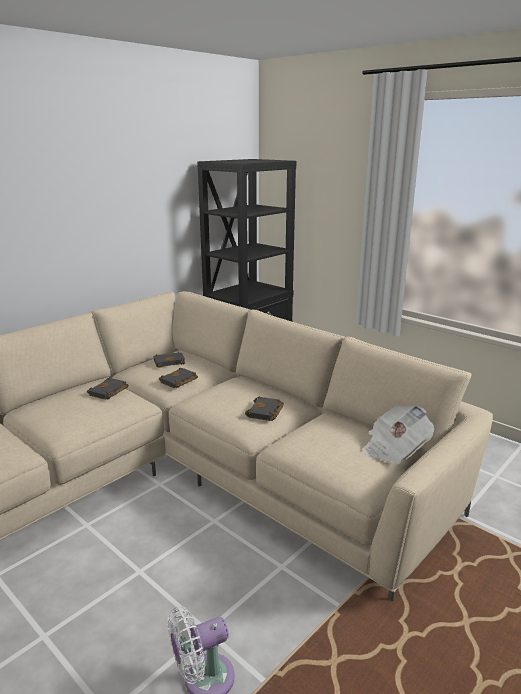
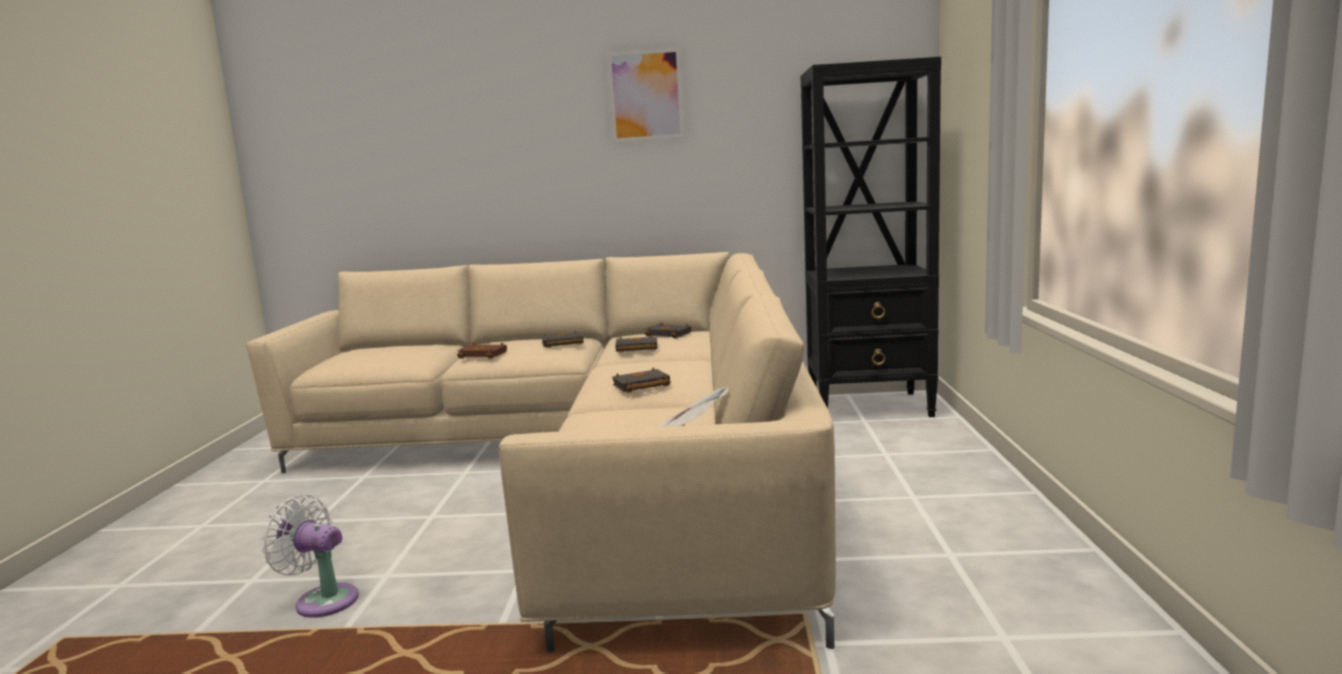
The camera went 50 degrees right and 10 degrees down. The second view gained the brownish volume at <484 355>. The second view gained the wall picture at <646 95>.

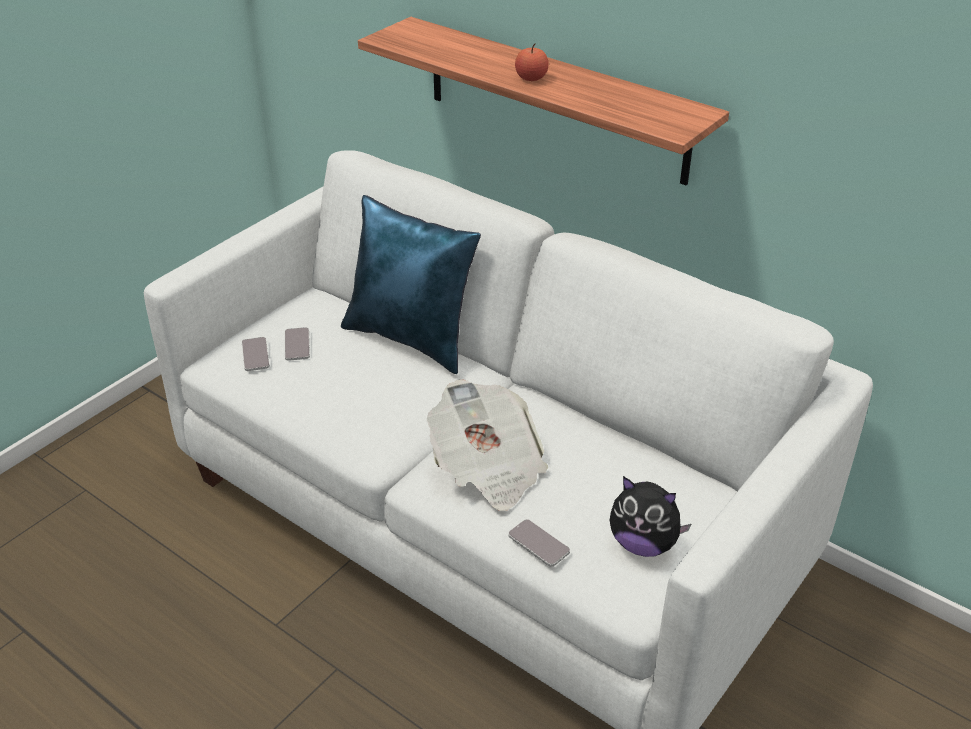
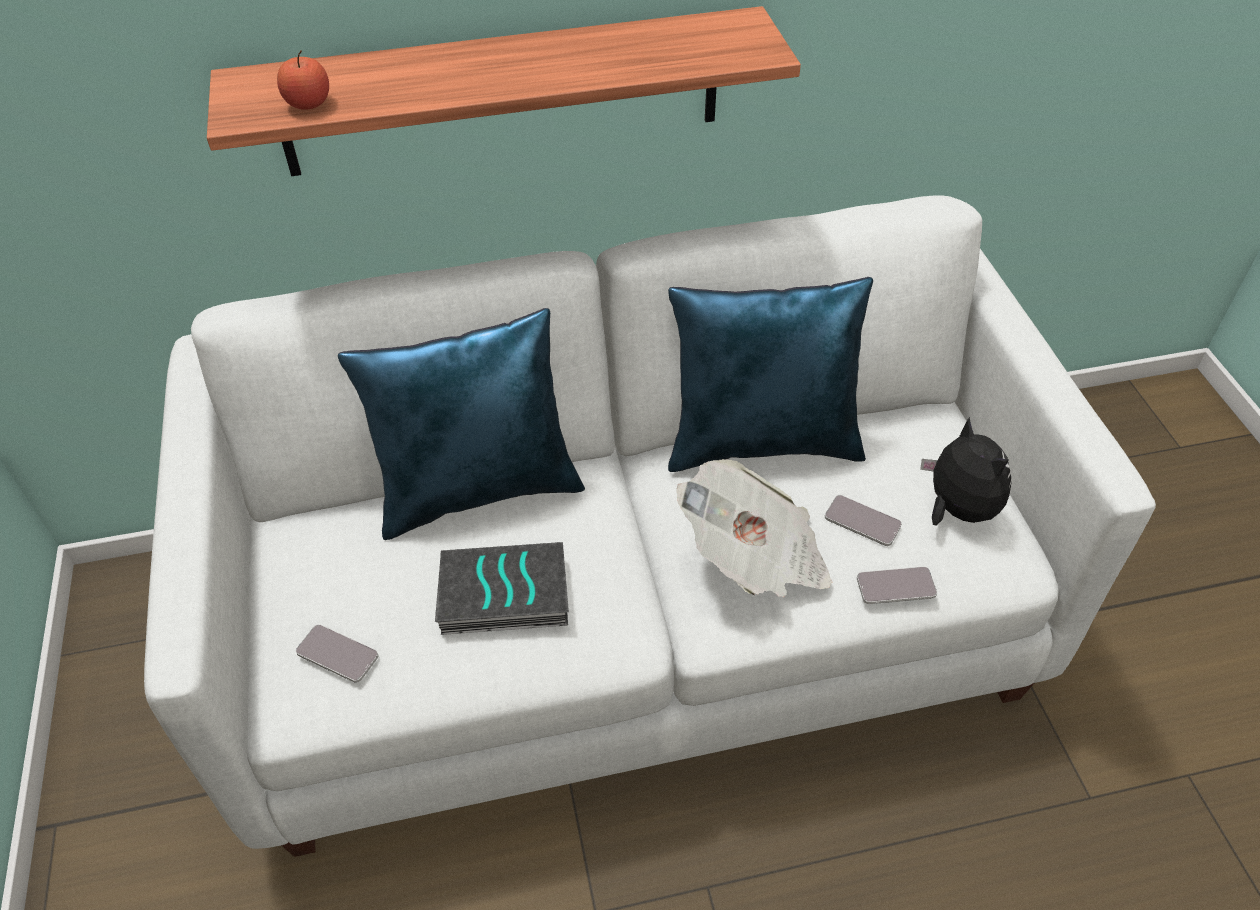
The camera went 50 degrees left and 10 degrees up. The whole apple ended up elsewhere, having gone from <531 78> to <308 103>. The second view gained the volume at <502 597>. The second view gained the blue-coloured throw pillow at <762 442>. The telephone ended up elsewhere, having gone from <297 345> to <862 521>. The soft toy at <643 544> ended up facing another way, 90 degrees counterclockwise from before.

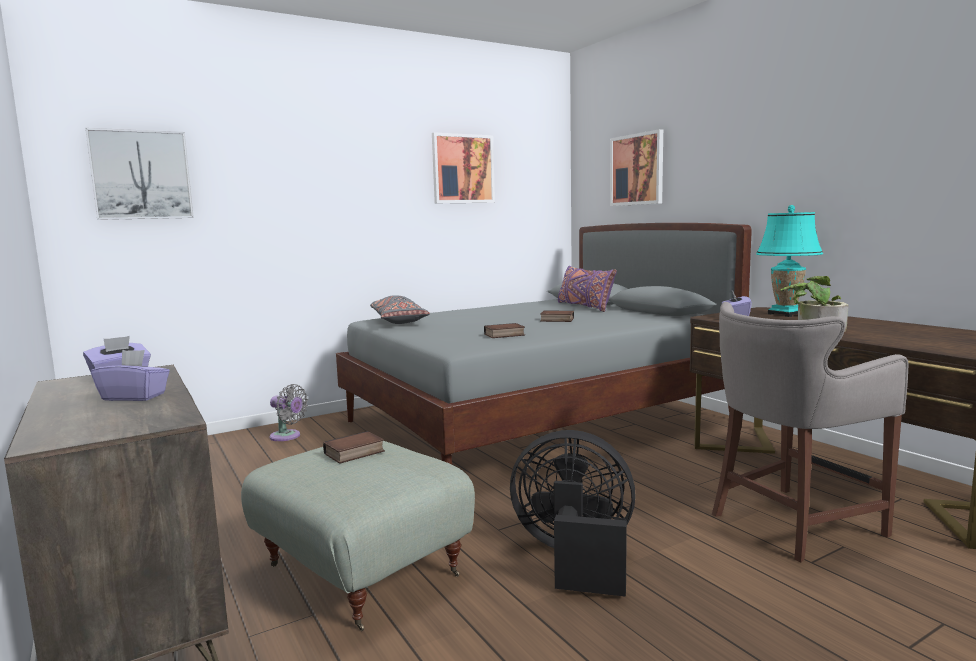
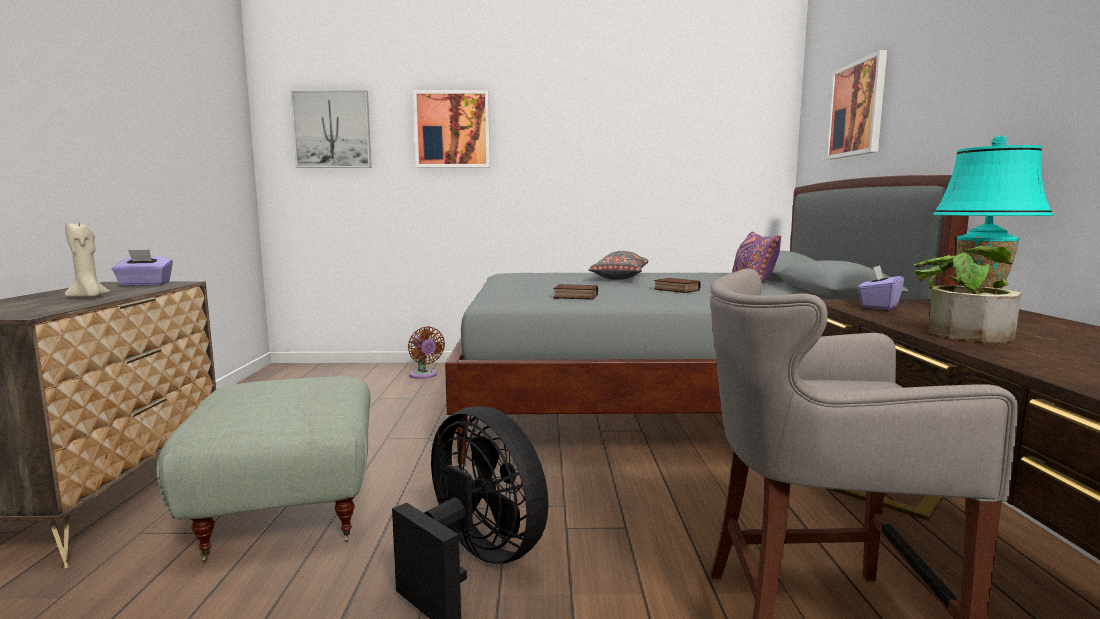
The camera went 30 degrees right and 0 degrees up. Where the purple-coloured tissue box stood at <134 397>, the beige wax candle came to stand at <89 297>. What was the gray electric fan at <287 436> turned into the brownish electric fan at <424 375>. The wall picture ended up elsewhere, having gone from <463 169> to <452 129>. The gray throw pillow ended up elsewhere, having gone from <398 321> to <620 277>. The second view lost the volume at <354 453>.

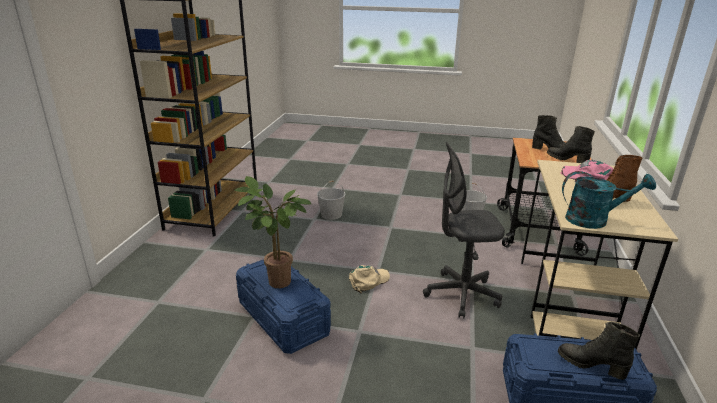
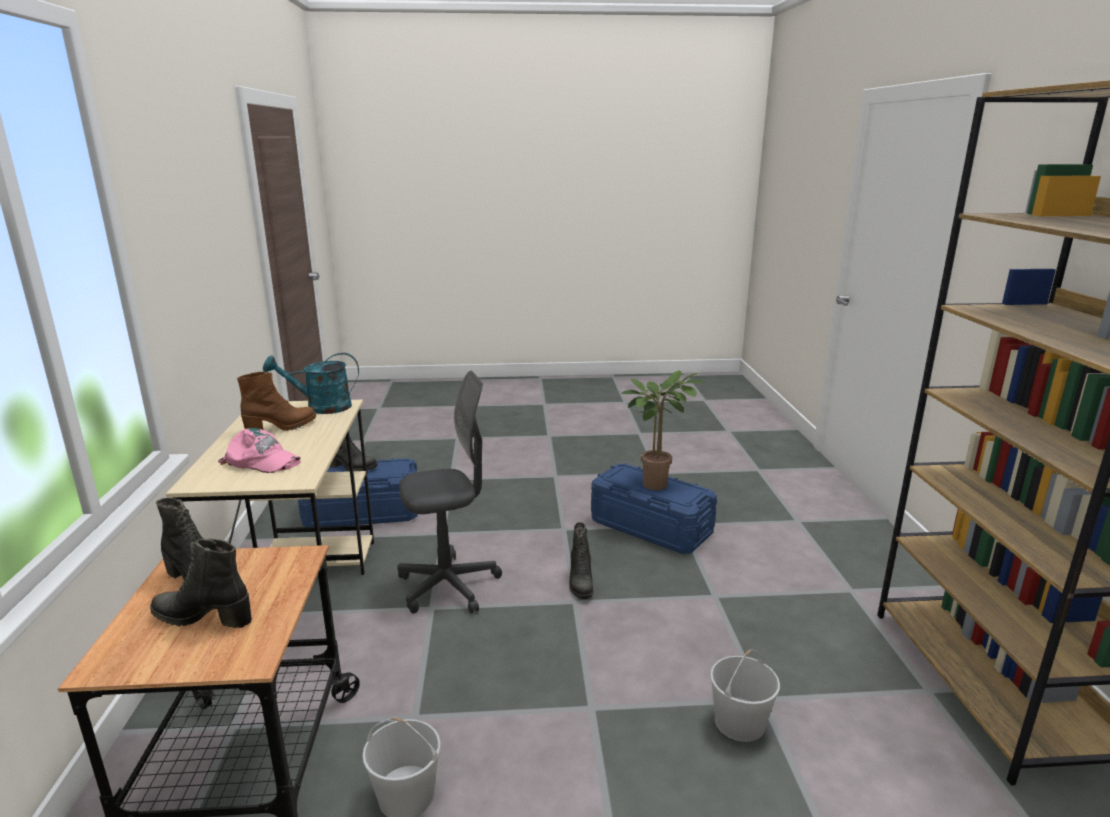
The camera went 165 degrees right and 5 degrees down. Where the beige cap stood at <369 281>, the black-coloured tall boot came to stand at <580 583>.

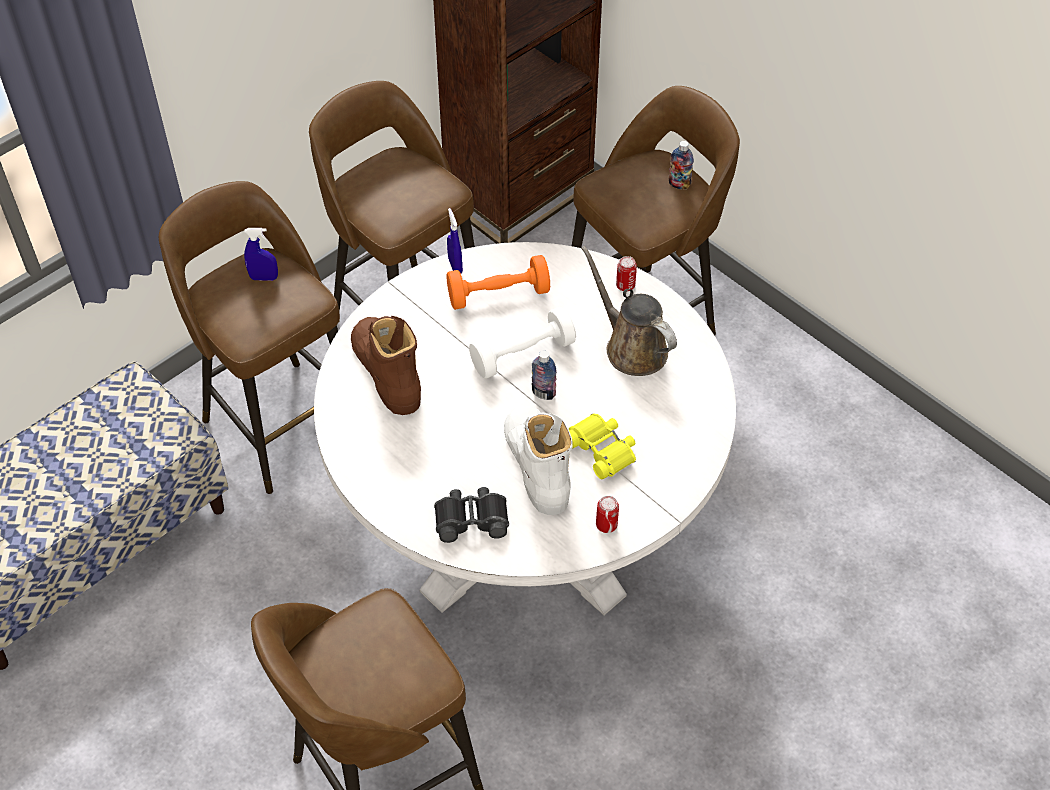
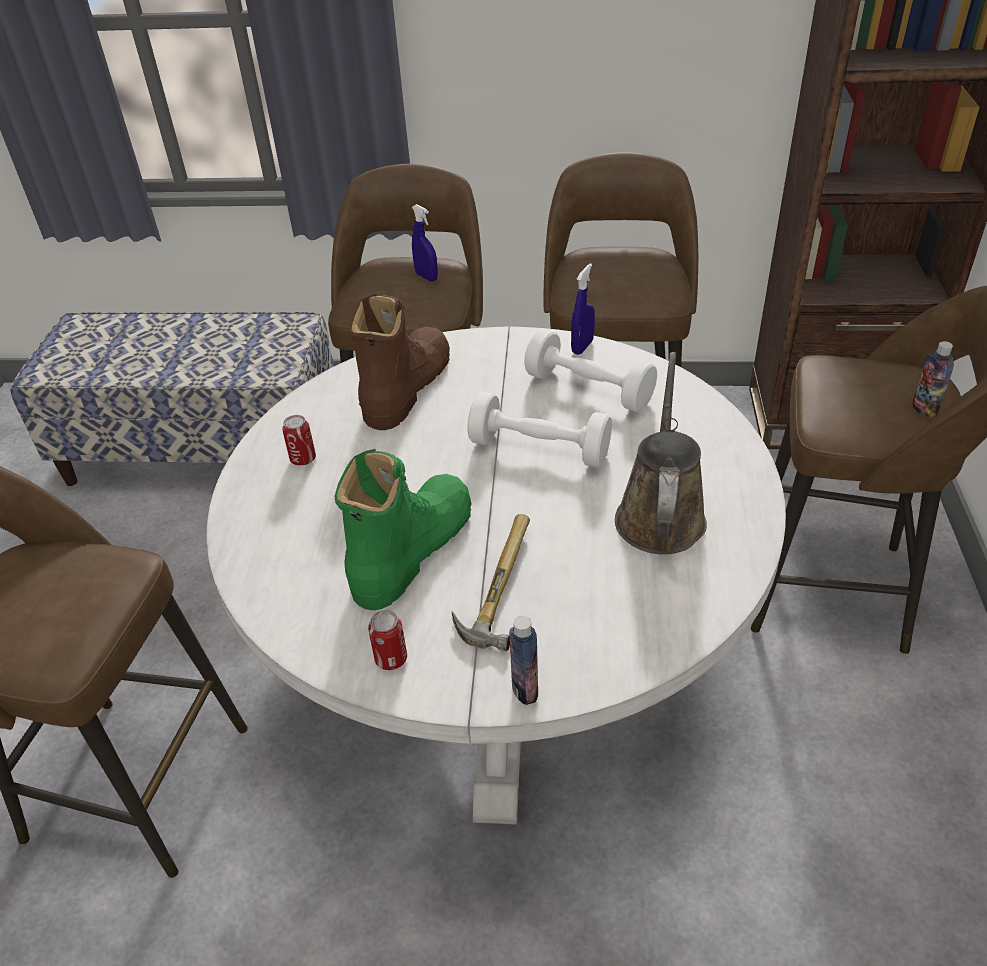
The camera went 50 degrees right and 10 degrees down. The metal can ended up elsewhere, having gone from <625 285> to <303 459>. What was the white-coloured tall boot at <537 465> turned into the greenish tall boot at <411 549>. Where the yellow field glasses stood at <602 449>, the tool hammer came to stand at <493 584>. The drink bottle ended up elsewhere, having gone from <543 393> to <525 689>. What was the orangey dumbbell at <498 295> turned into the white-coloured dumbbell at <589 389>. The second view lost the black-coloured field glasses at <471 519>.

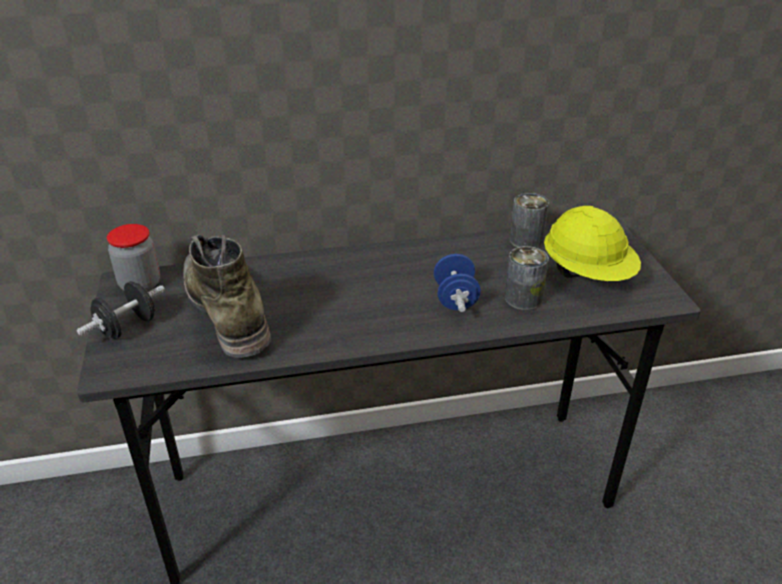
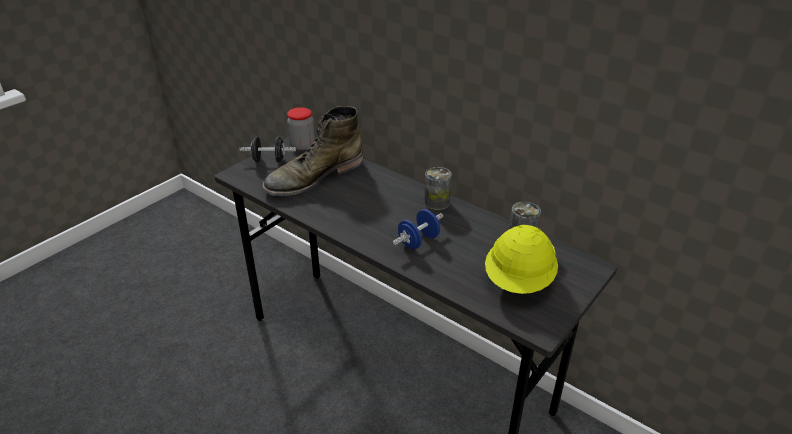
The camera went 50 degrees right and 0 degrees up. The greenish tall boot at <226 309> ended up facing another way, 150 degrees counterclockwise from before. The metal can ended up elsewhere, having gone from <523 298> to <437 202>.

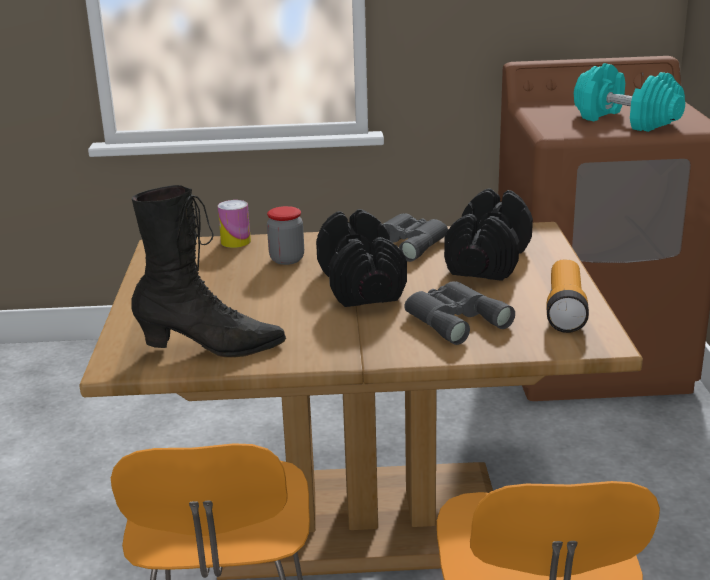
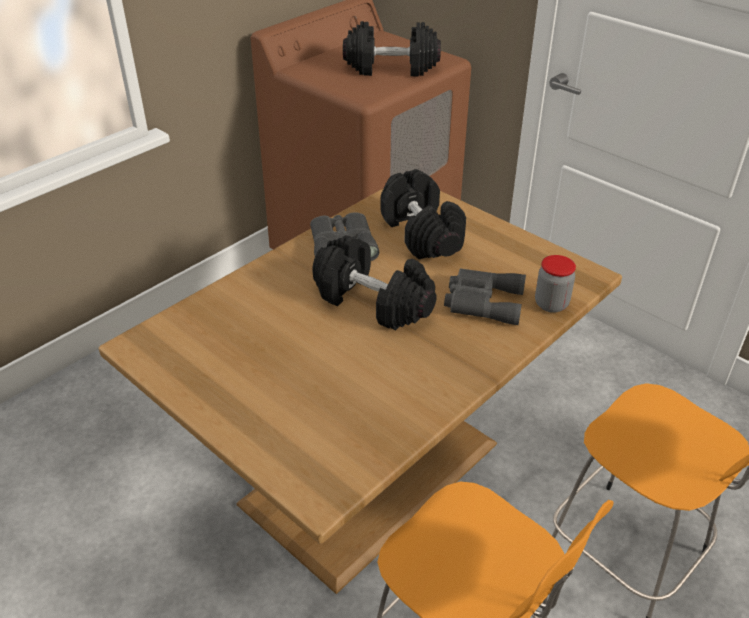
The camera went 45 degrees left and 15 degrees up. What was the turquoise dumbbell at <625 121> turned into the black-coloured dumbbell at <391 68>. The preserve jar ended up elsewhere, having gone from <287 259> to <551 304>. The second view lost the black-coloured tall boot at <211 348>. The second view lost the metal can at <235 242>. The second view lost the flashlight at <565 310>.

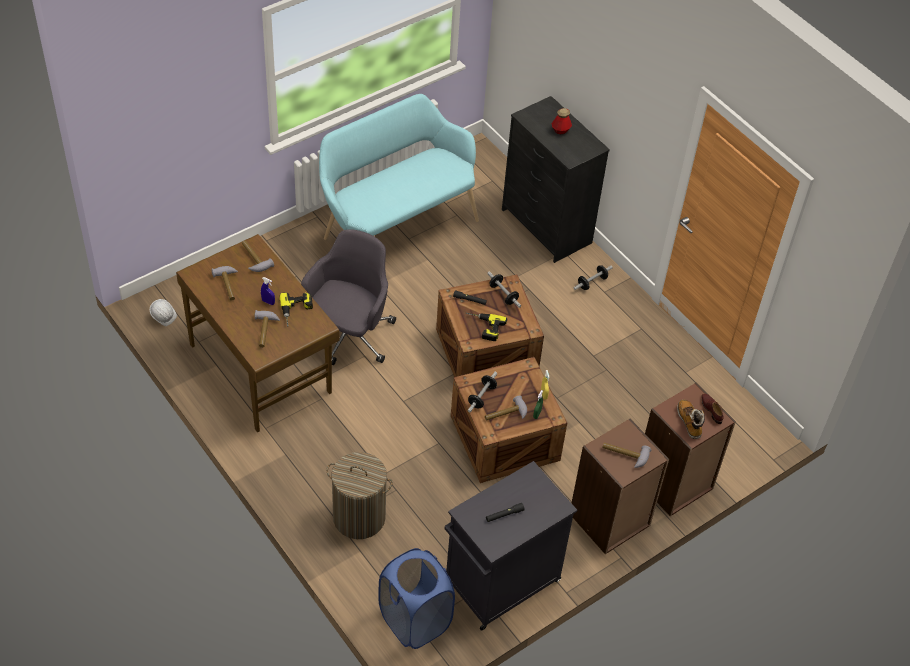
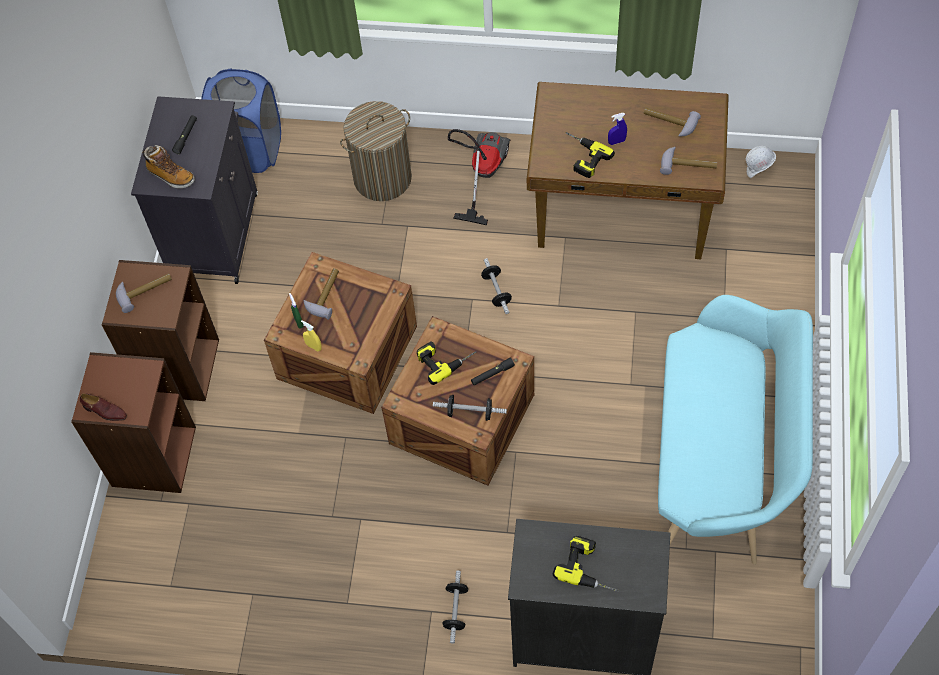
The camera went 140 degrees right and 10 degrees up. The tall boot ended up elsewhere, having gone from <689 422> to <170 176>. The second view gained the hoover at <481 174>. The dumbbell ended up elsewhere, having gone from <482 397> to <496 291>. Where the drink bottle stood at <560 130>, the power drill came to stand at <590 567>. The second view lost the tool hammer at <265 331>. The second view lost the gray computer chair at <348 336>.

